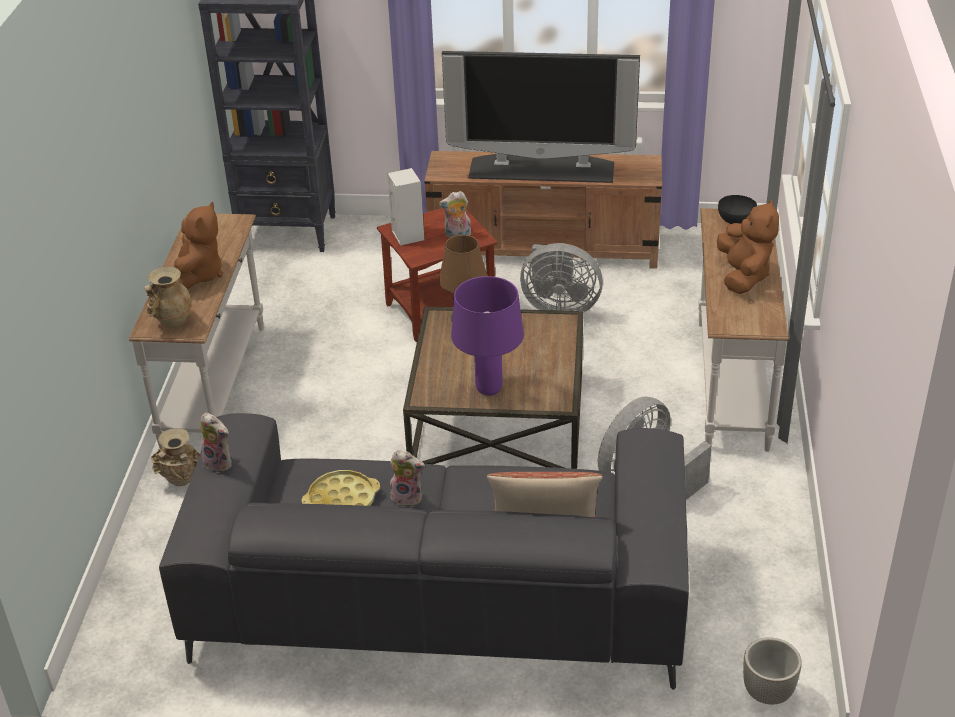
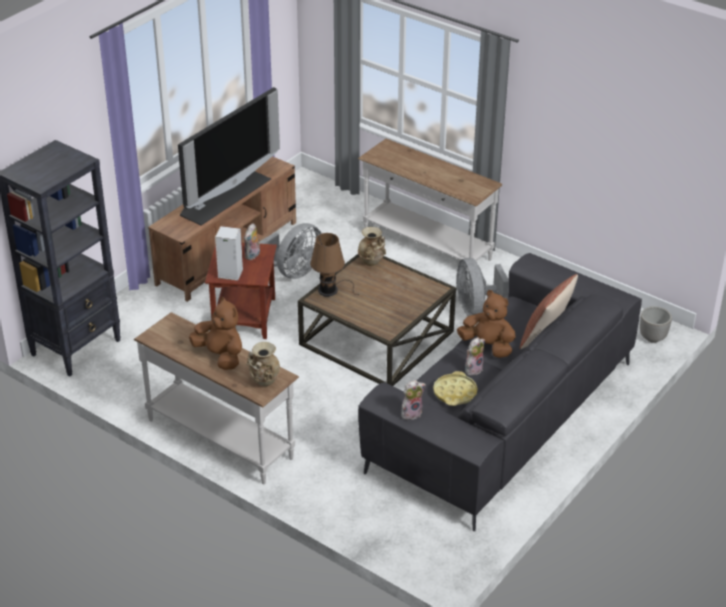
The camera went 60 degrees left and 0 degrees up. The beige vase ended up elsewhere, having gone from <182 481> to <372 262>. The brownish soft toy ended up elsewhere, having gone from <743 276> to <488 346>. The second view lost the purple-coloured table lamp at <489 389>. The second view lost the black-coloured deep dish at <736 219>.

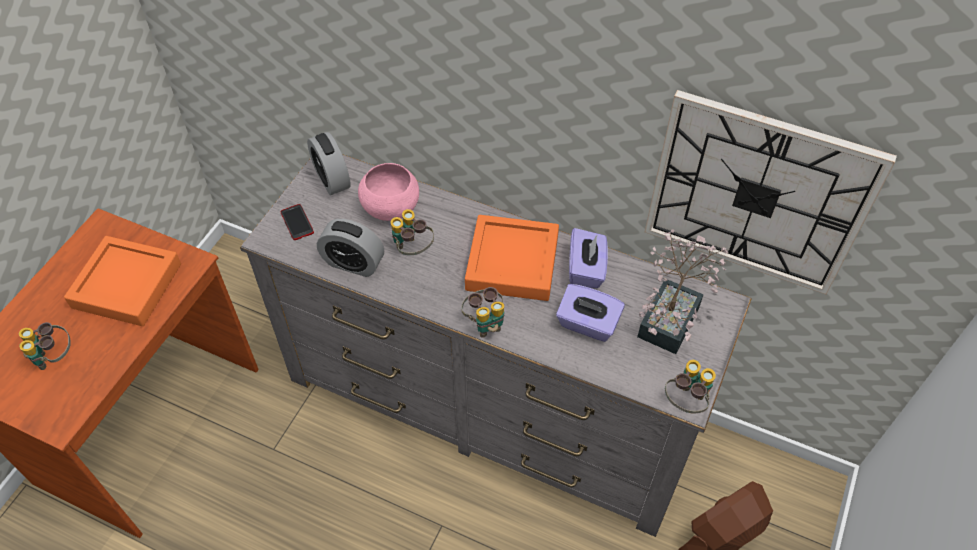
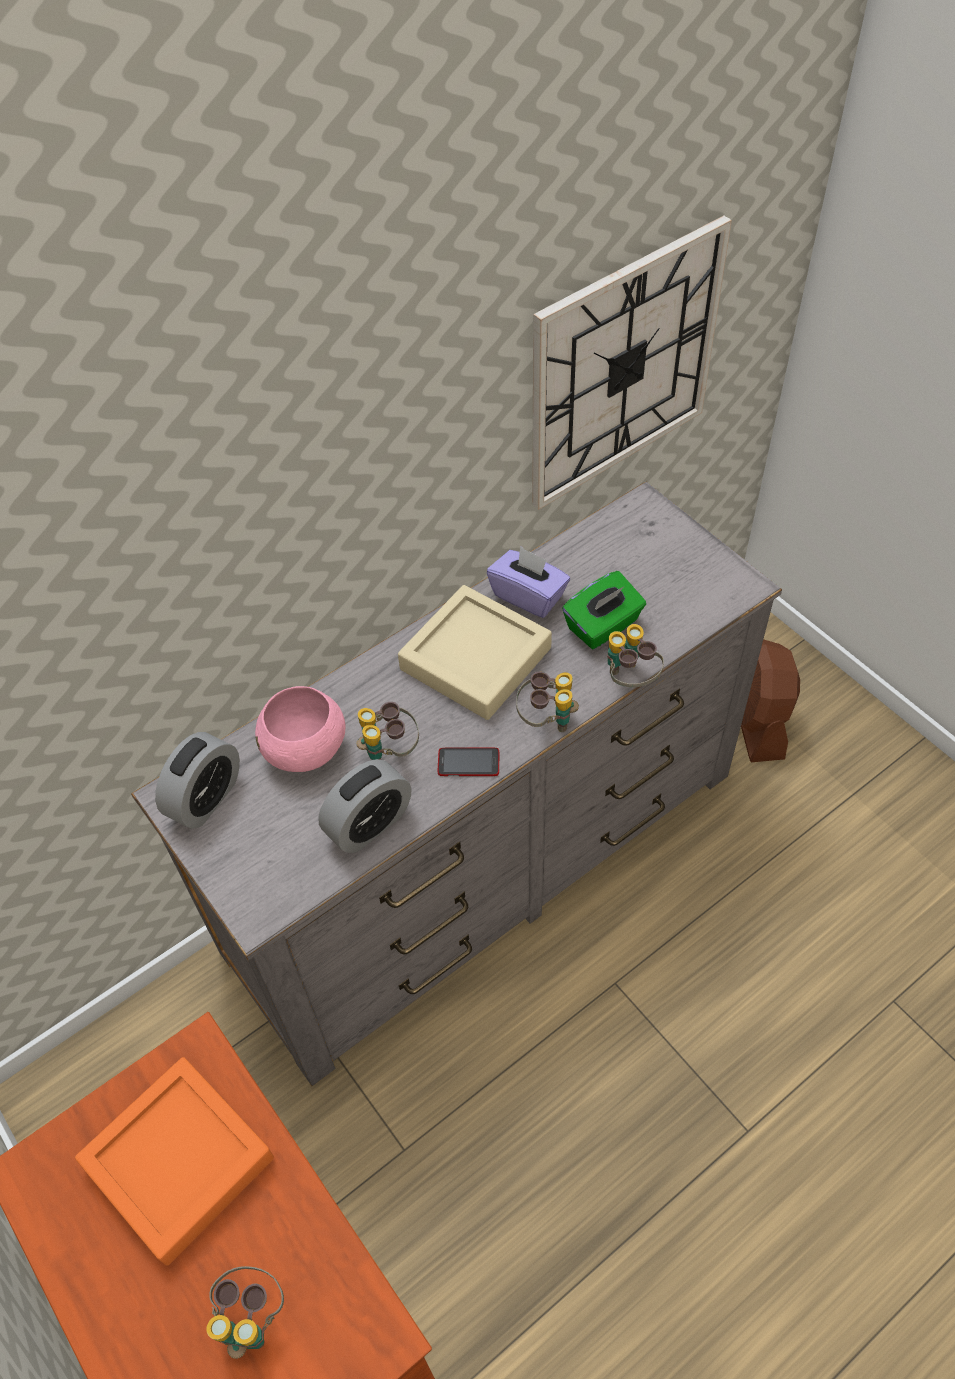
The camera went 60 degrees left and 0 degrees up. The bedside clock at <332 179> ended up facing another way, 60 degrees counterclockwise from before. What was the orangey tray at <512 263> turned into the beige tray at <475 659>. The telephone ended up elsewhere, having gone from <297 222> to <468 763>. What was the purple-coloured tissue box at <587 324> turned into the greenish tissue box at <603 626>. The field glasses ended up elsewhere, having gone from <686 401> to <630 679>. The second view lost the potted plant at <672 316>.

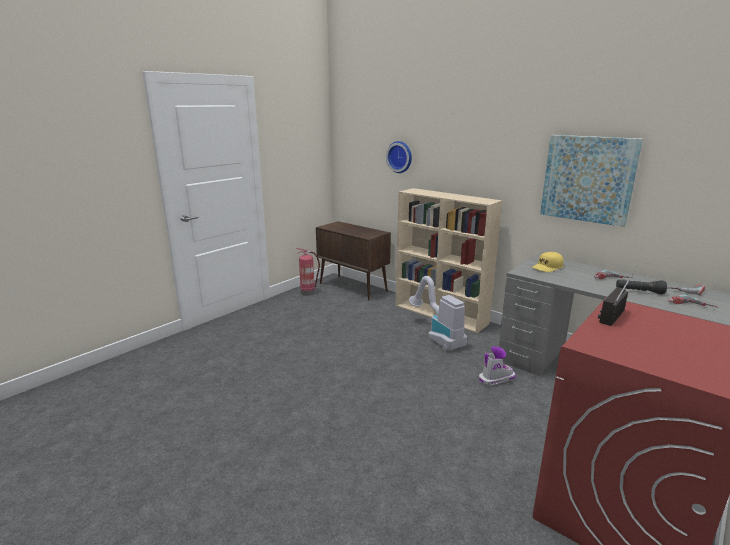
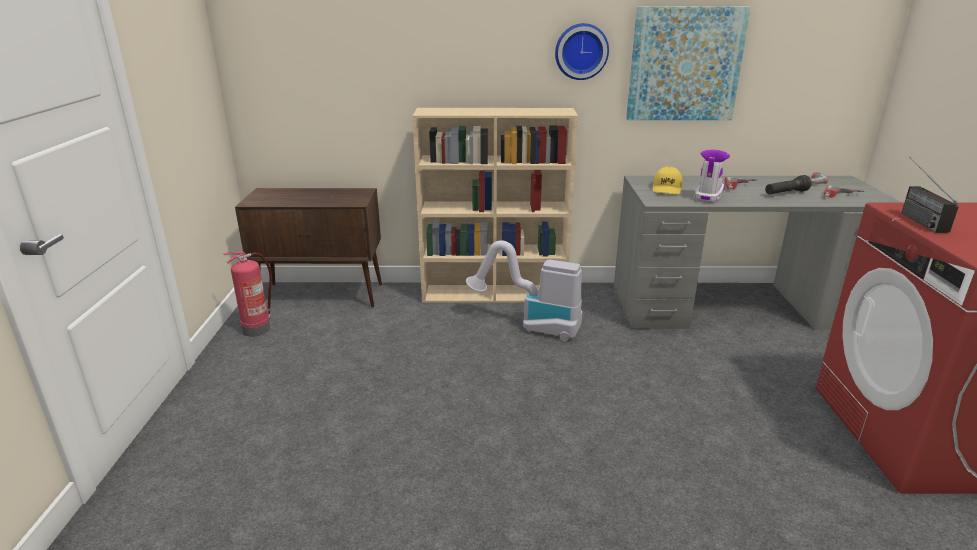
The camera went 40 degrees left and 5 degrees up. The clock on the wall ended up elsewhere, having gone from <400 157> to <581 51>. The tall boot ended up elsewhere, having gone from <496 379> to <708 195>.

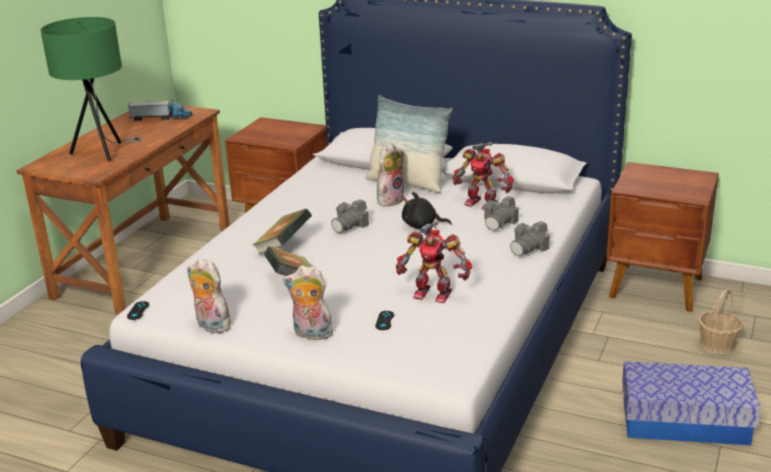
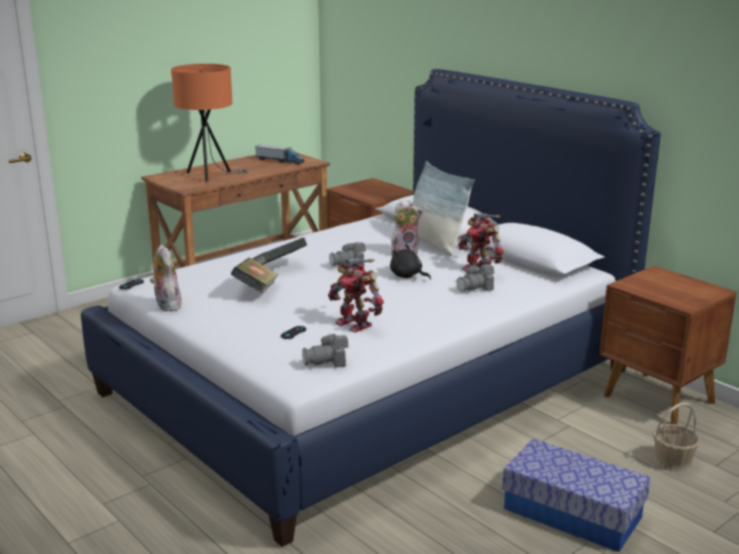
The camera went 25 degrees right and 5 degrees down. What was the greenish table lamp at <103 153> turned into the orangey table lamp at <211 176>. The photo camera ended up elsewhere, having gone from <529 248> to <327 361>. The second view lost the soft toy at <311 334>.

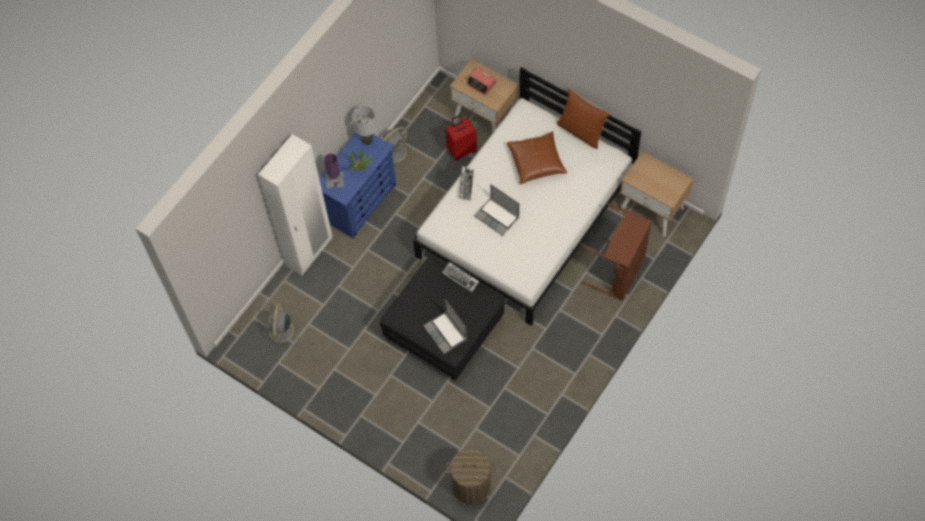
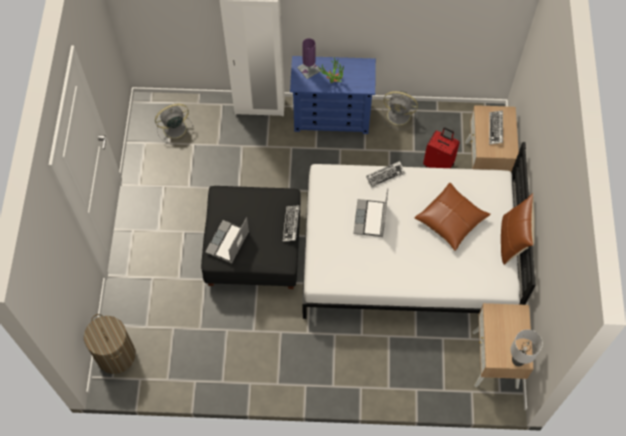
The camera went 55 degrees right and 0 degrees up. Where the bedside clock stood at <481 83>, the PC keyboard came to stand at <495 129>. The gray table lamp ended up elsewhere, having gone from <367 141> to <517 361>. The second view lost the brownish laundry basket at <619 272>.

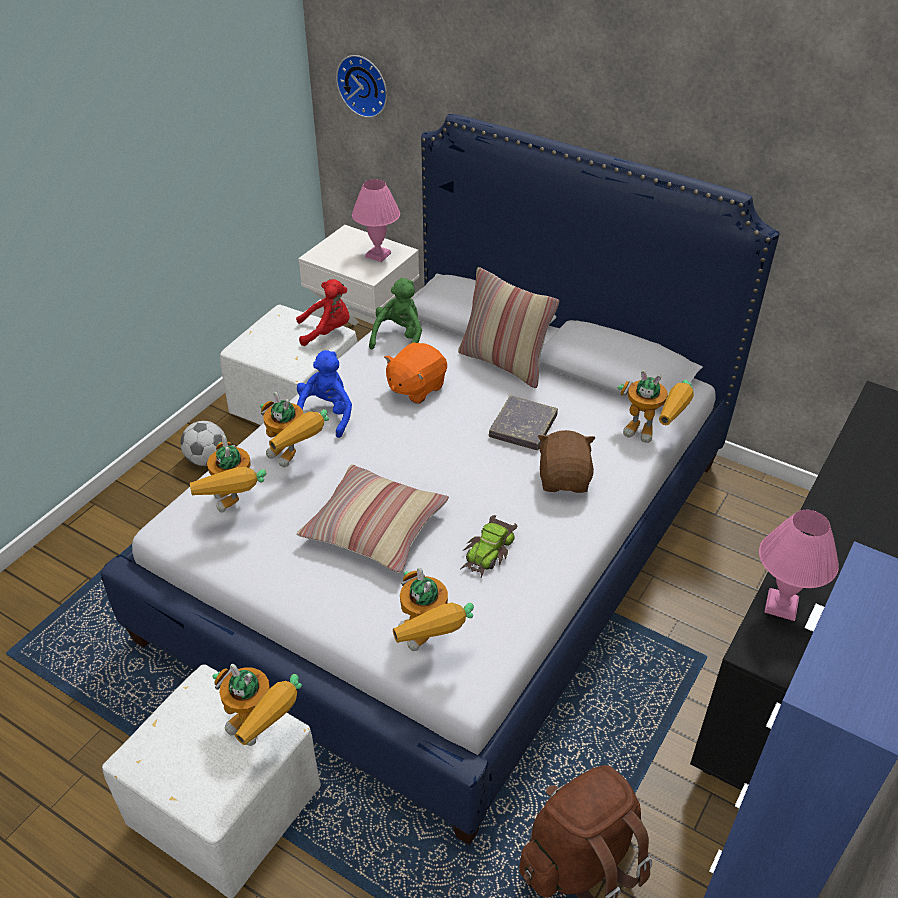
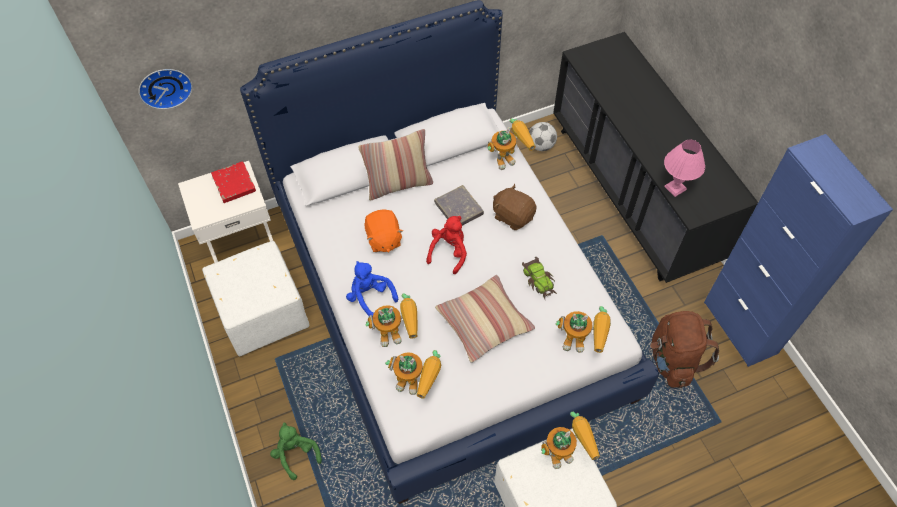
The camera went 55 degrees left and 15 degrees up. Where the pink table lamp stood at <379 255>, the red volume came to stand at <234 184>. The greenish soft toy ended up elsewhere, having gone from <399 338> to <296 454>. The red soft toy ended up elsewhere, having gone from <327 331> to <449 252>. The ball for football ended up elsewhere, having gone from <207 459> to <541 145>.

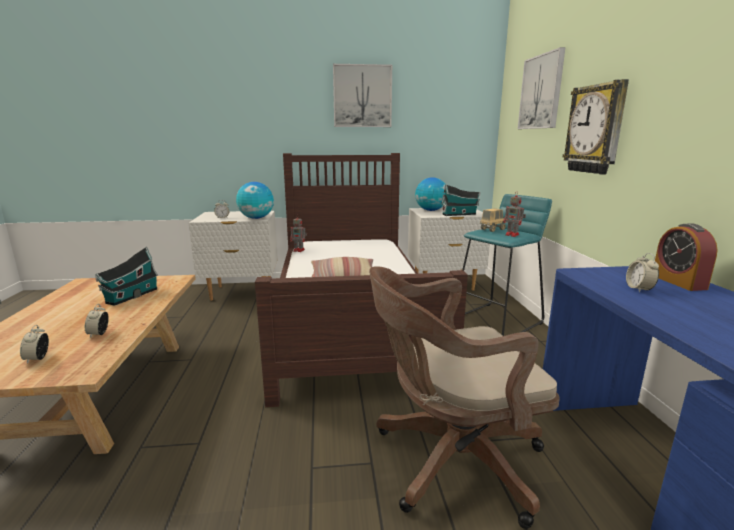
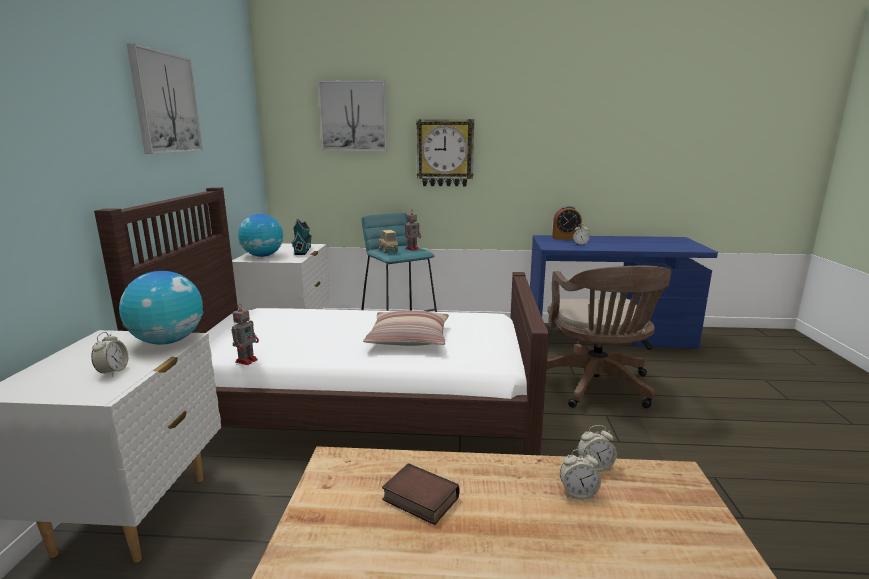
The camera went 80 degrees left and 0 degrees up. Where the miniature house stood at <130 296>, the volume came to stand at <418 499>. The bedside clock ended up elsewhere, having gone from <38 358> to <594 467>.

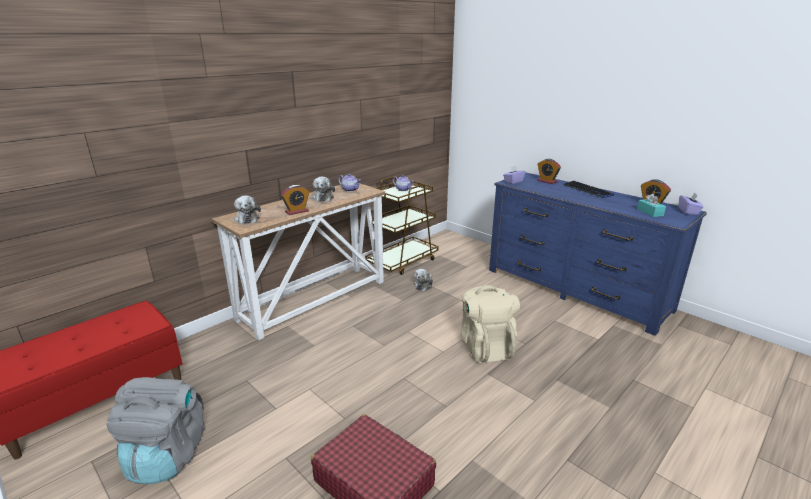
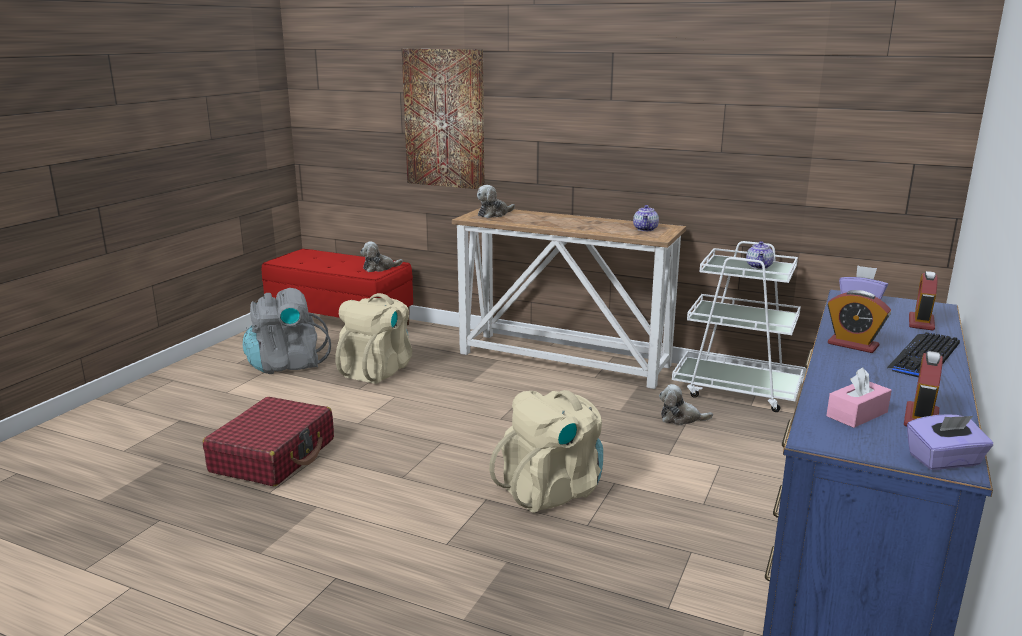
The camera went 70 degrees right and 5 degrees down. The second view gained the beige knapsack at <377 370>. The soft toy ended up elsewhere, having gone from <323 197> to <379 268>. The second view gained the wall picture at <444 119>. What was the brownish wheeled cart at <402 261> turned into the white-coloured wheeled cart at <736 390>. What was the turquoise tissue box at <650 212> turned into the pink tissue box at <857 414>. The bedside clock ended up elsewhere, having gone from <297 211> to <853 345>.

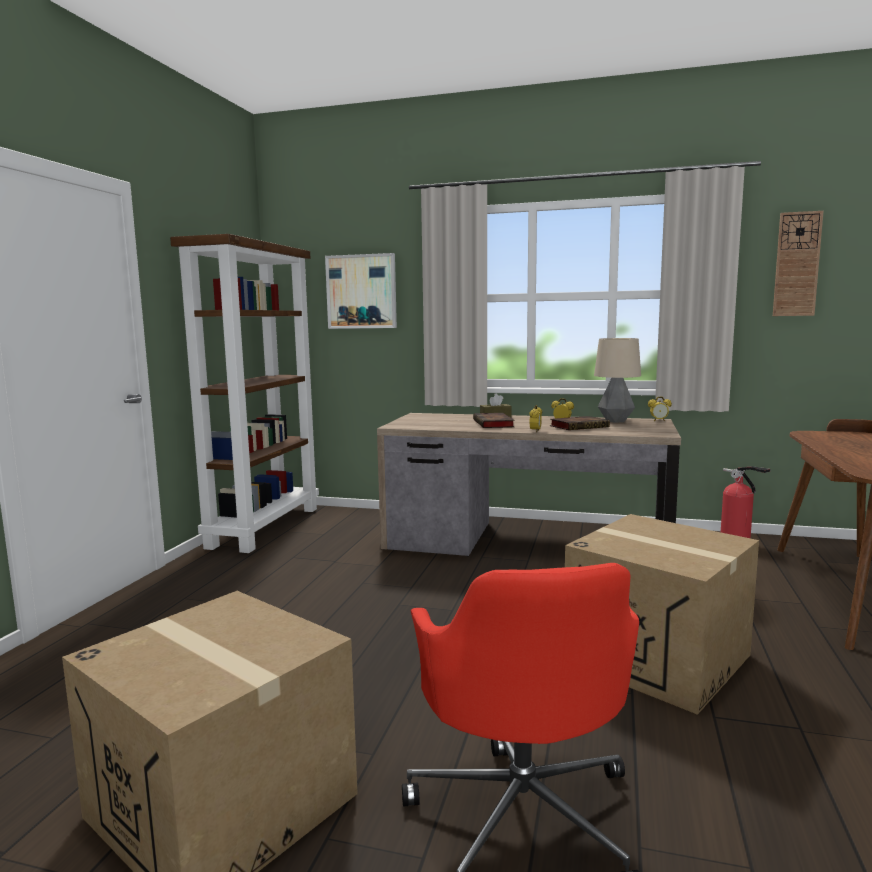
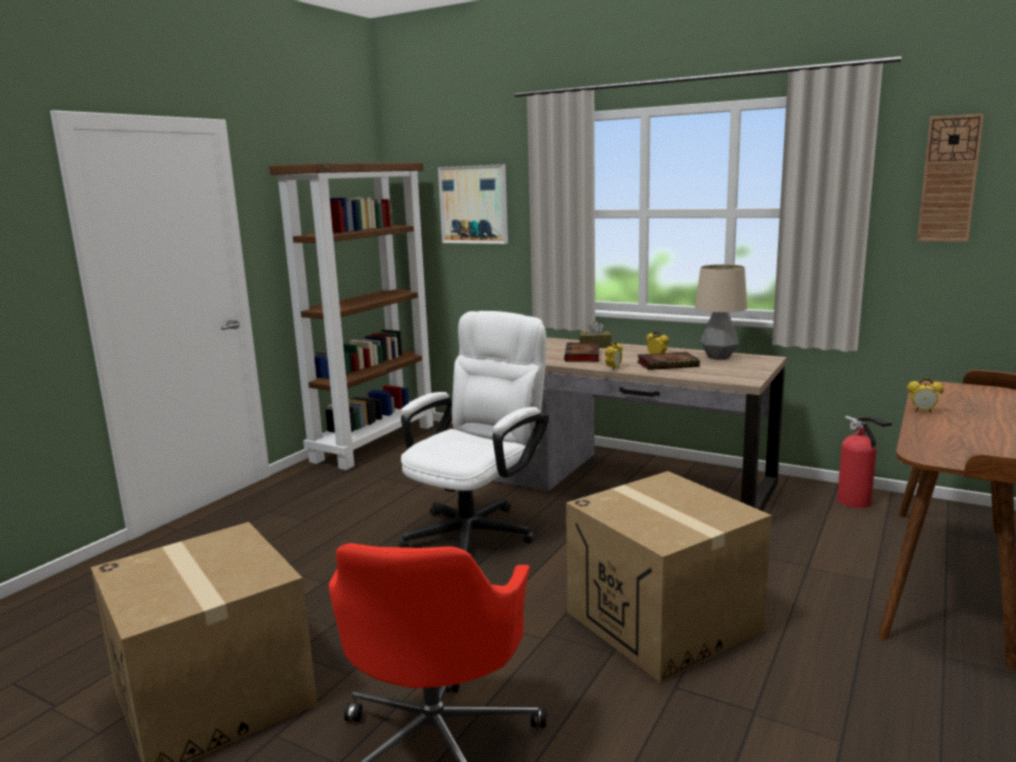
The camera went 15 degrees right and 5 degrees up. The second view gained the white-coloured computer chair at <477 530>. The bedside clock ended up elsewhere, having gone from <658 420> to <922 411>.

